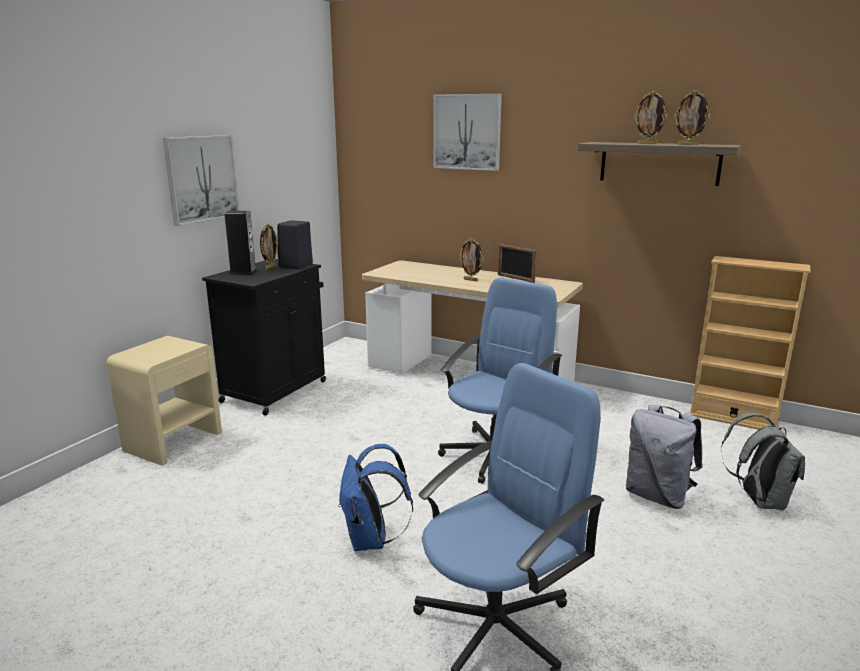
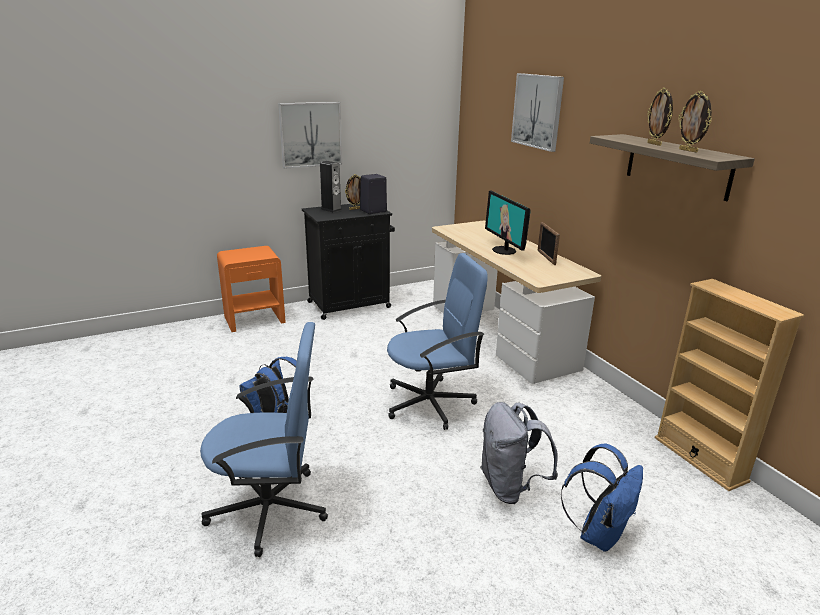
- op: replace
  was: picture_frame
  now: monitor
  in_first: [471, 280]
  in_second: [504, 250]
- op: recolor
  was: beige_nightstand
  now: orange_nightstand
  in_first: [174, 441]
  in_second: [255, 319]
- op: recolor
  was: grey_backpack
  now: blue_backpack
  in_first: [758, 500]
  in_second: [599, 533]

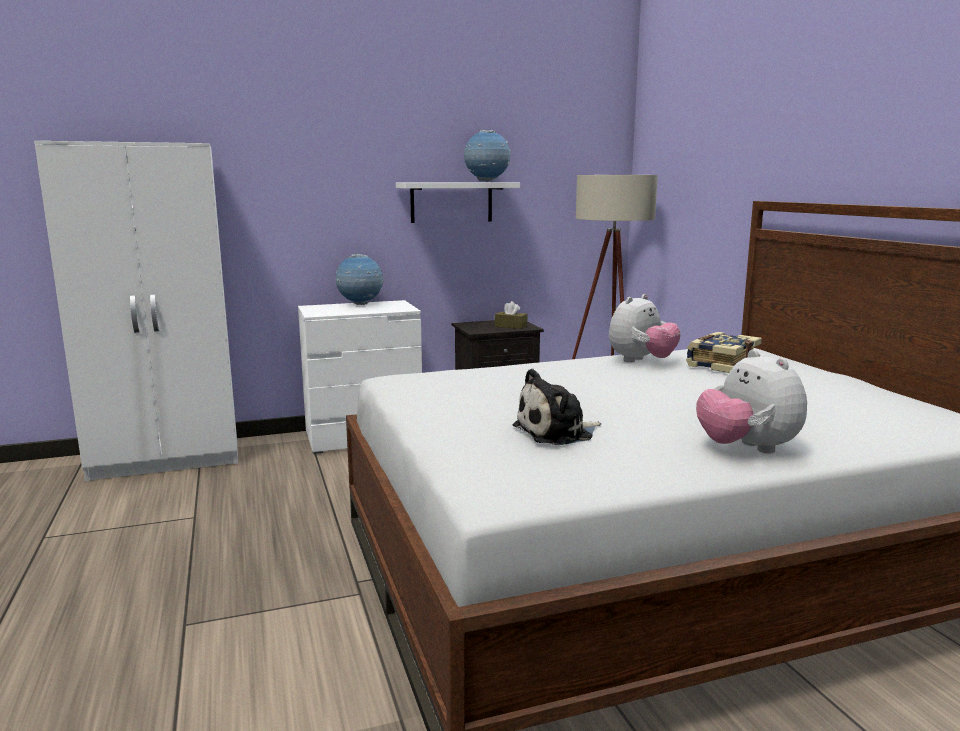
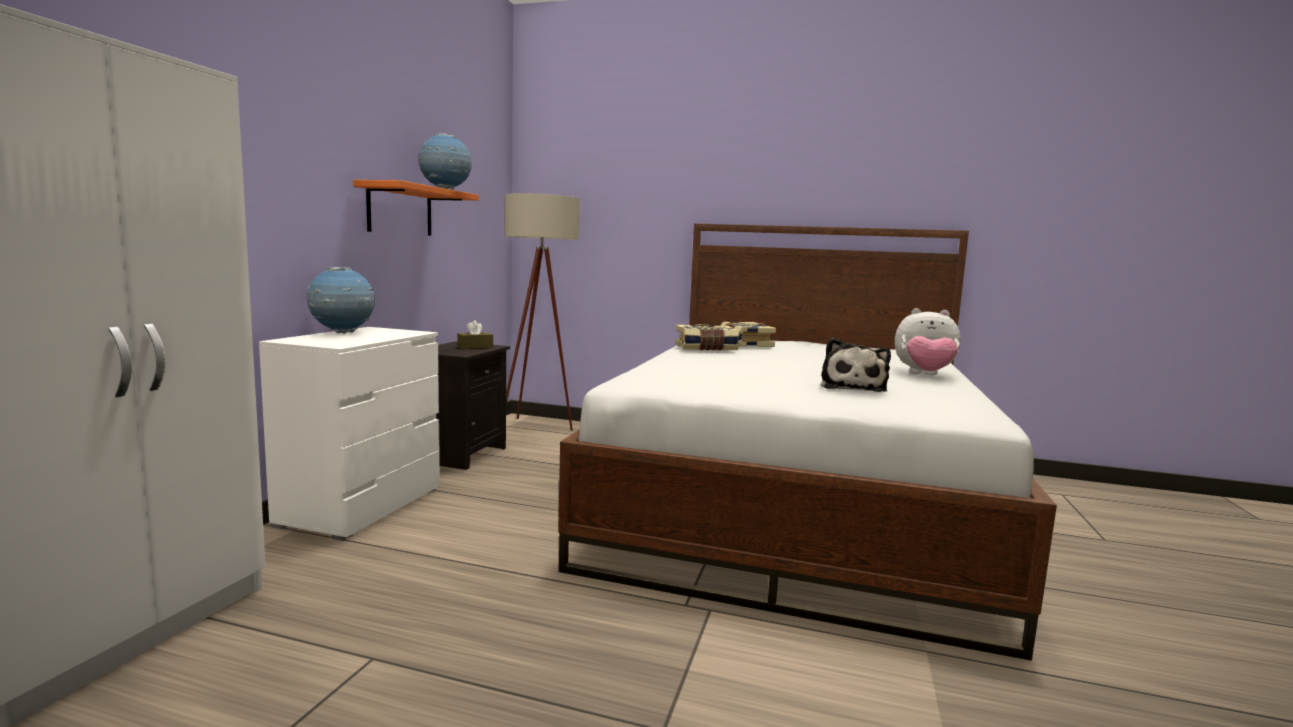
- op: replace
  was: plush_toy
  now: book
  in_first: [641, 361]
  in_second: [706, 348]
- op: recolor
  was: white_shelf
  now: orange_shelf
  in_first: [451, 202]
  in_second: [400, 210]

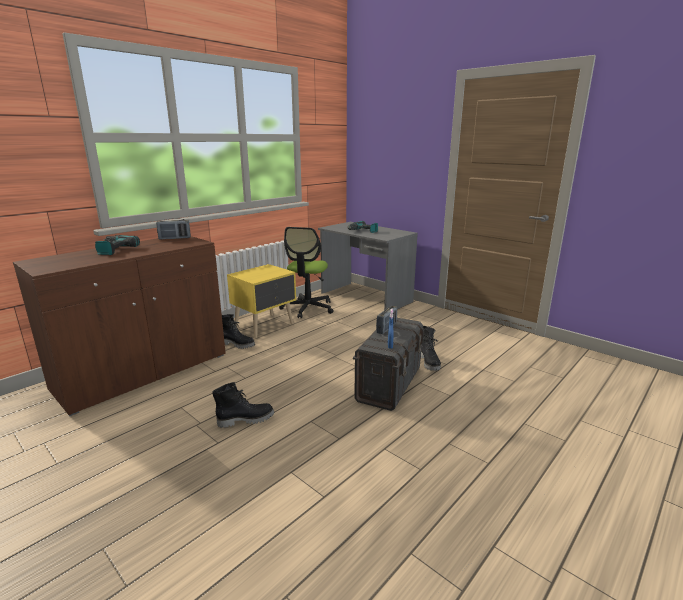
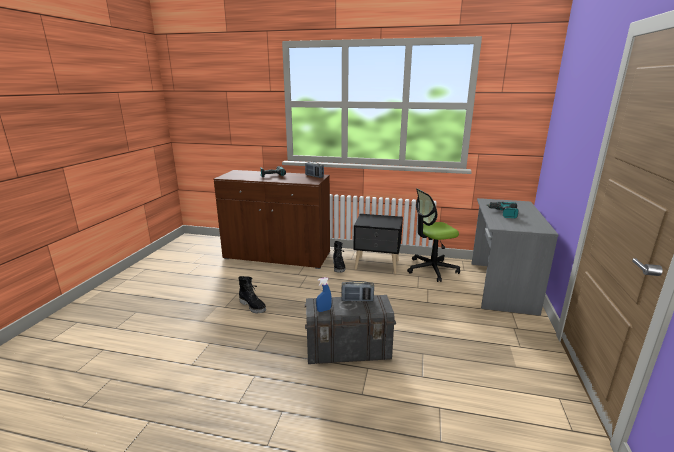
- op: delete
  was: black_boot
  in_first: [429, 362]
- op: recolor
  was: yellow_nightstand
  now: black_nightstand
  in_first: [265, 326]
  in_second: [377, 265]

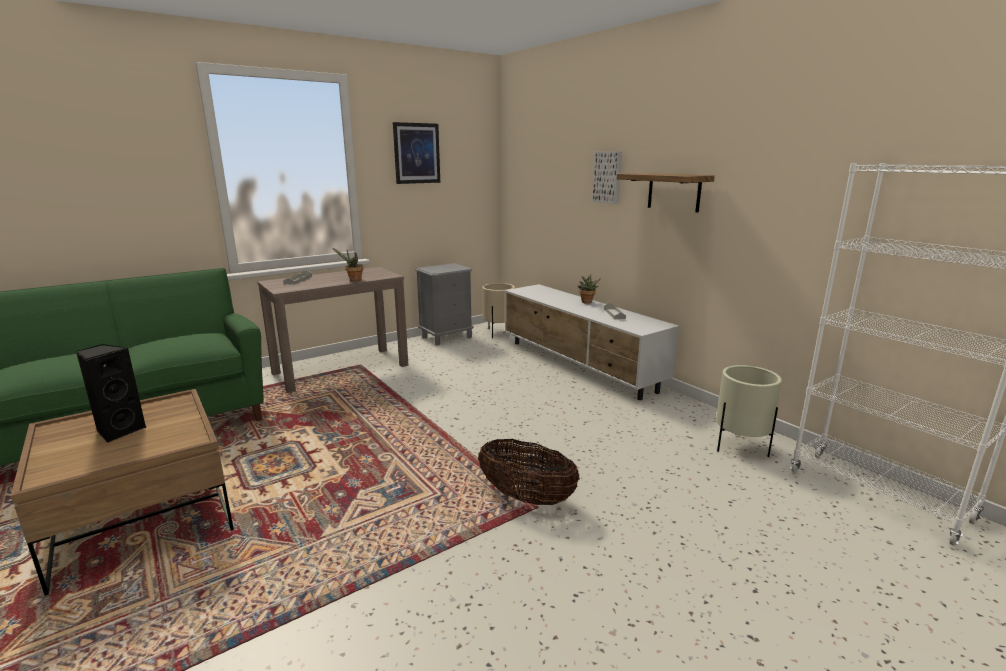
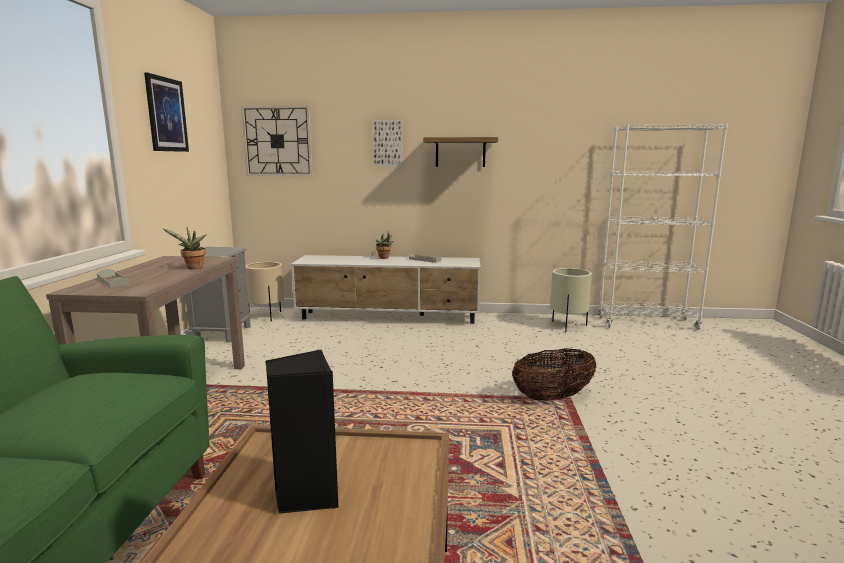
- op: insert
  now: wall_clock
  in_second: [277, 141]

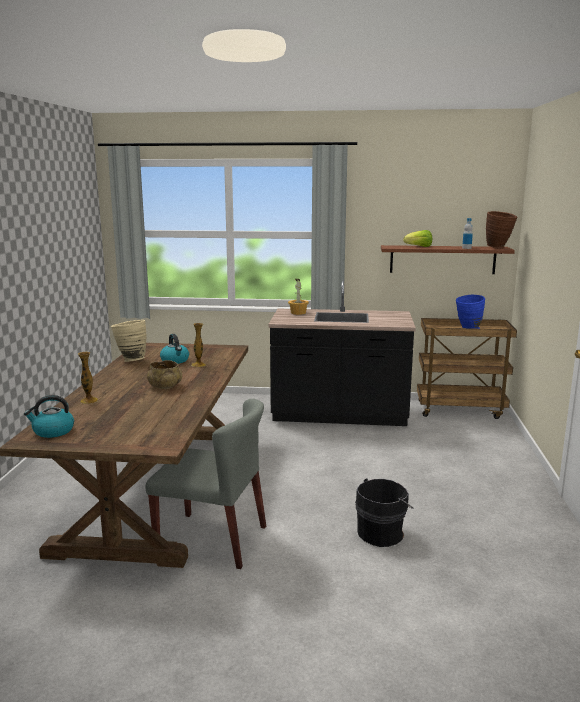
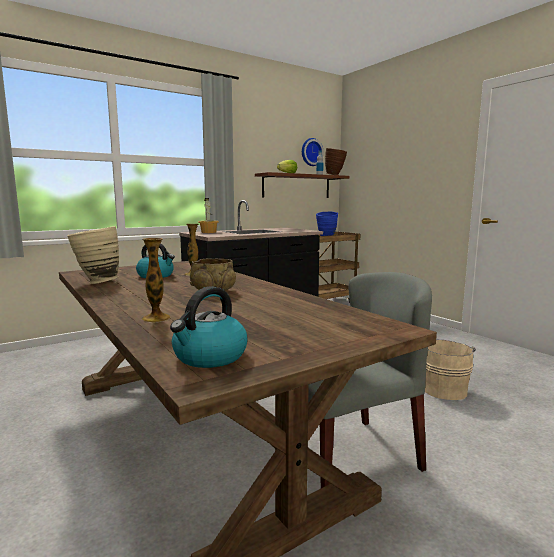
- op: insert
  now: wall_clock
  in_second: [310, 152]
- op: recolor
  was: black_bucket
  now: beige_bucket
  in_first: [382, 533]
  in_second: [444, 389]

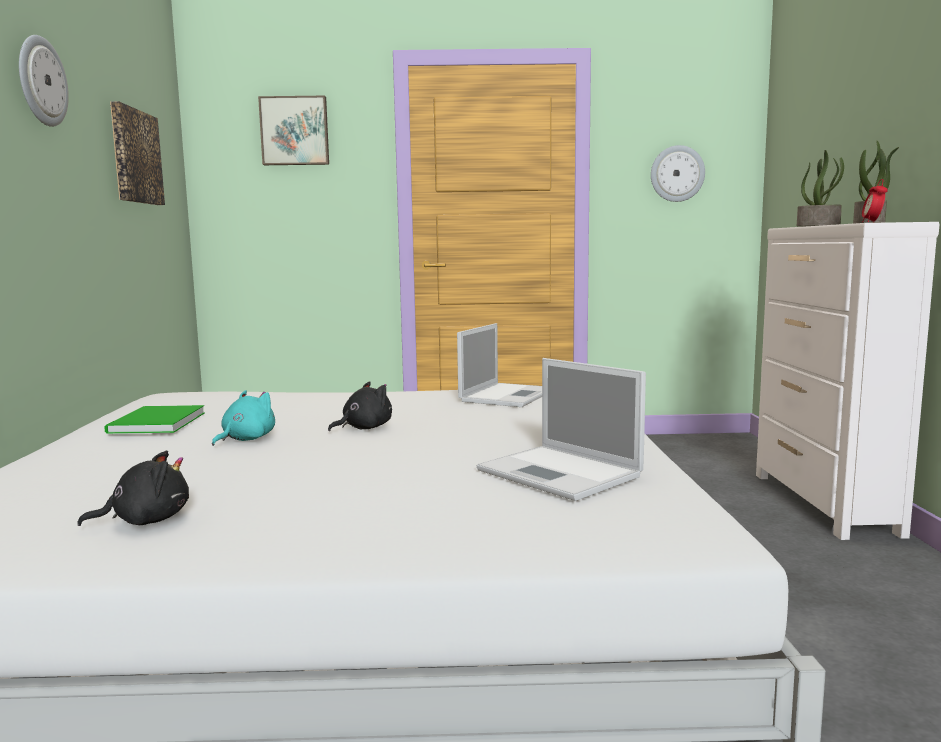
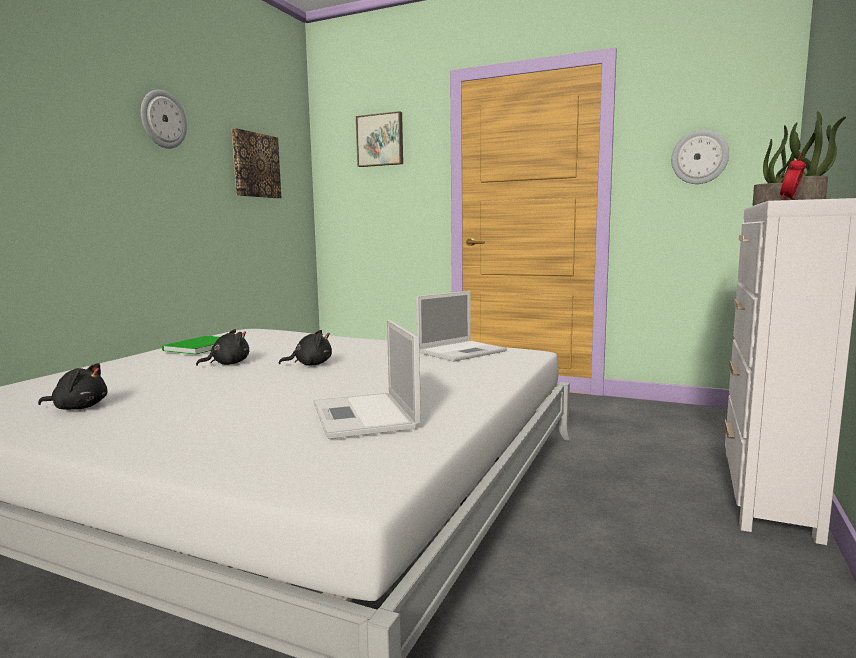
- op: recolor
  was: turquoise_plush_toy
  now: black_plush_toy
  in_first: [246, 439]
  in_second: [228, 364]

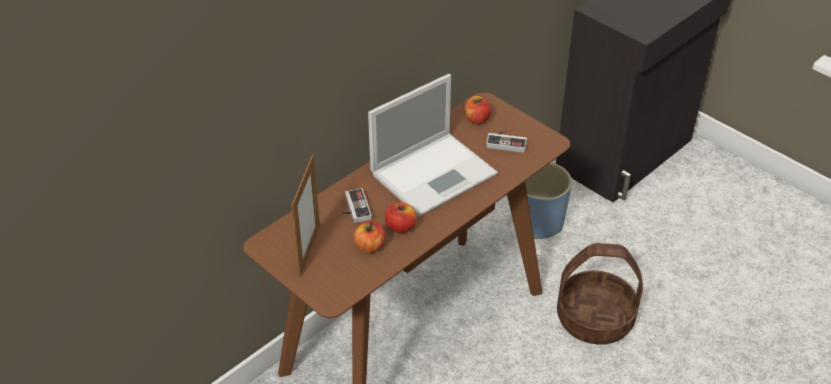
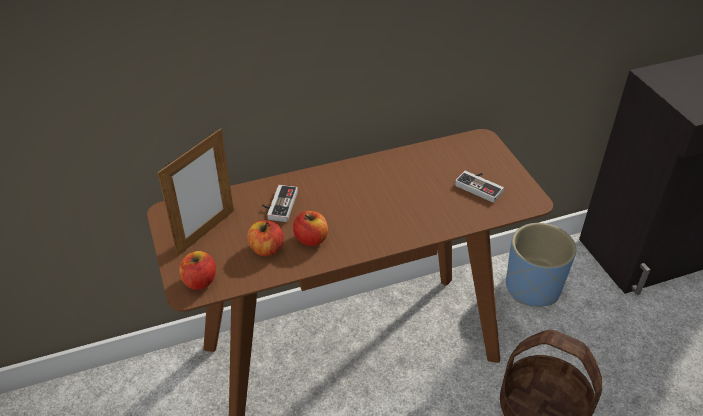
- op: delete
  was: laptop
  in_first: [435, 173]
- op: move
  was: apple
  in_first: [477, 119]
  in_second: [199, 281]

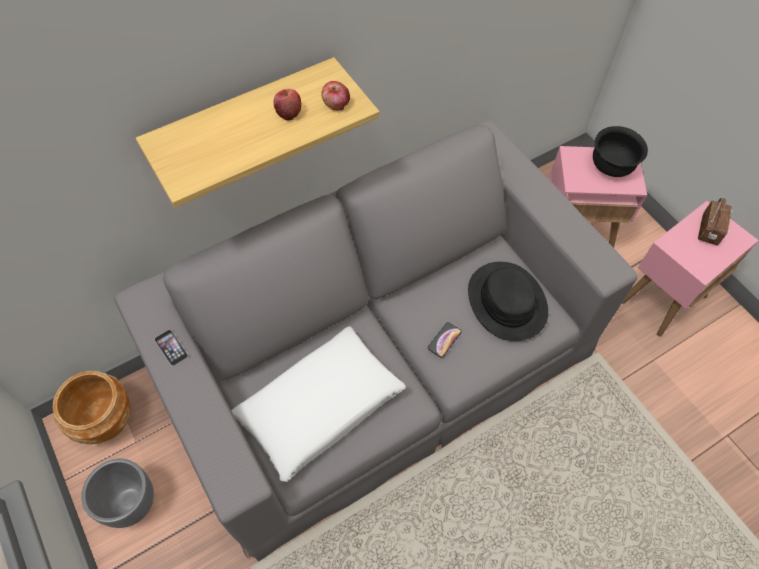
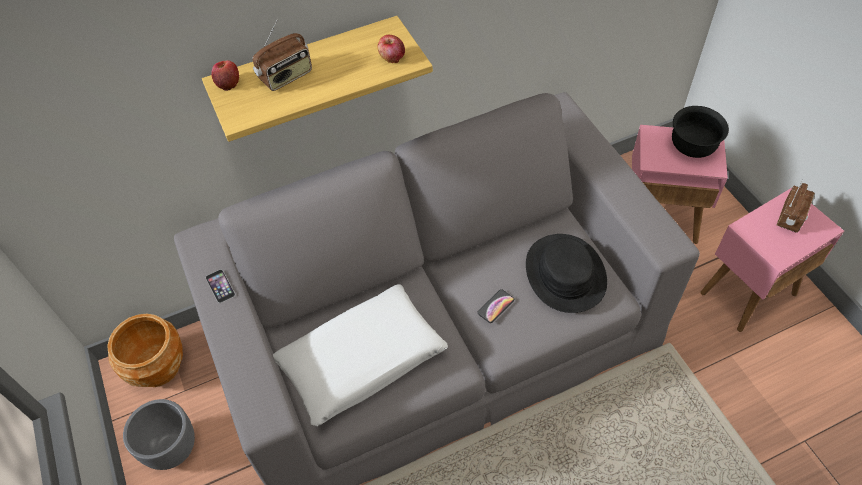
- op: insert
  now: radio
  in_second: [286, 77]
- op: move
  was: apple
  in_first: [288, 112]
  in_second: [228, 83]

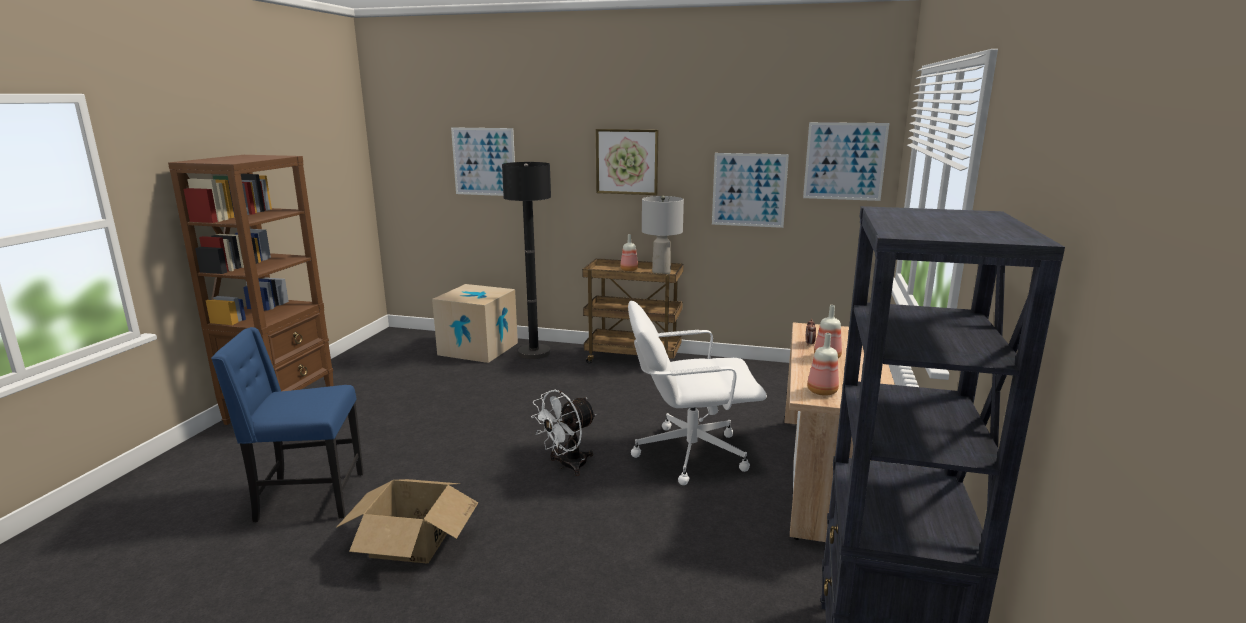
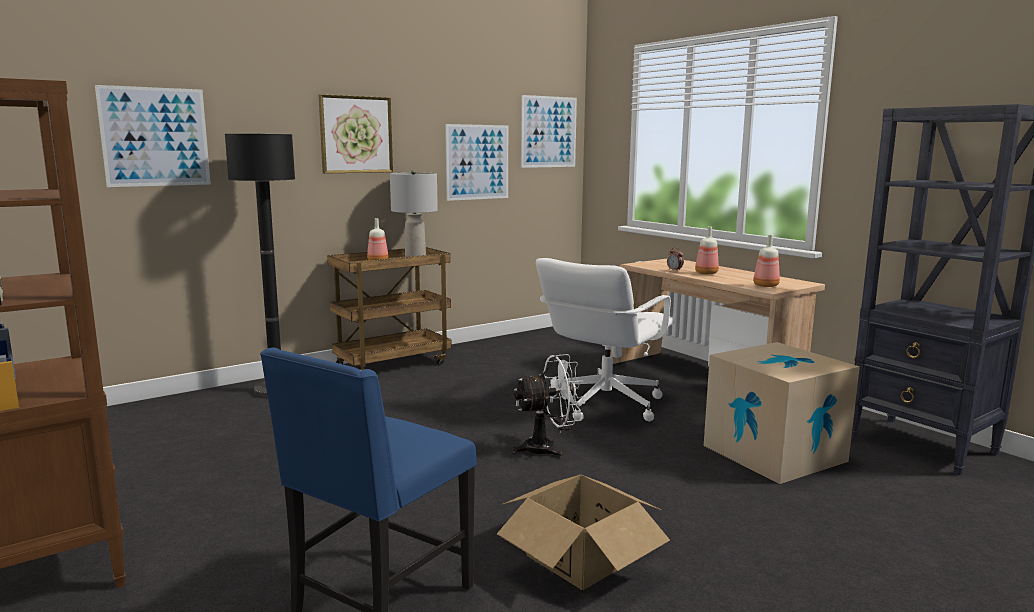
- op: move
  was: cardboard_box
  in_first: [478, 349]
  in_second: [774, 453]
- op: rotate
  was: white_fan
  in_first: [567, 466]
  in_second: [548, 448]
  clockwise: -105

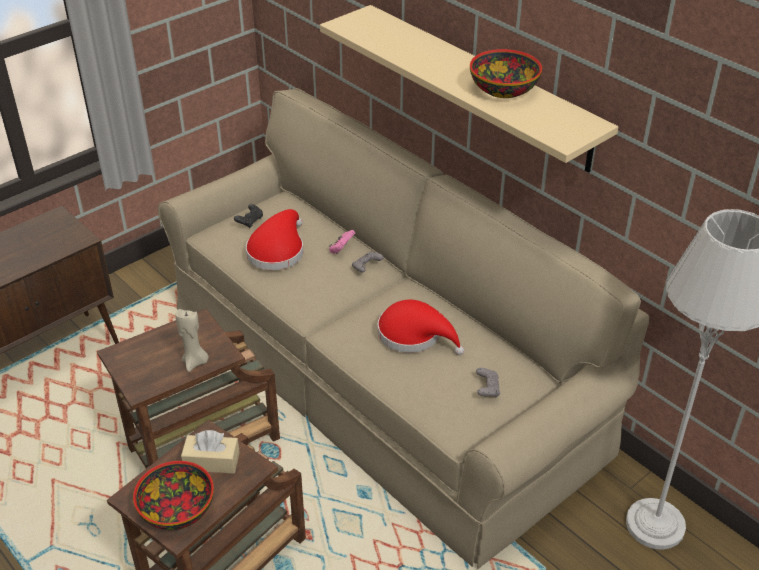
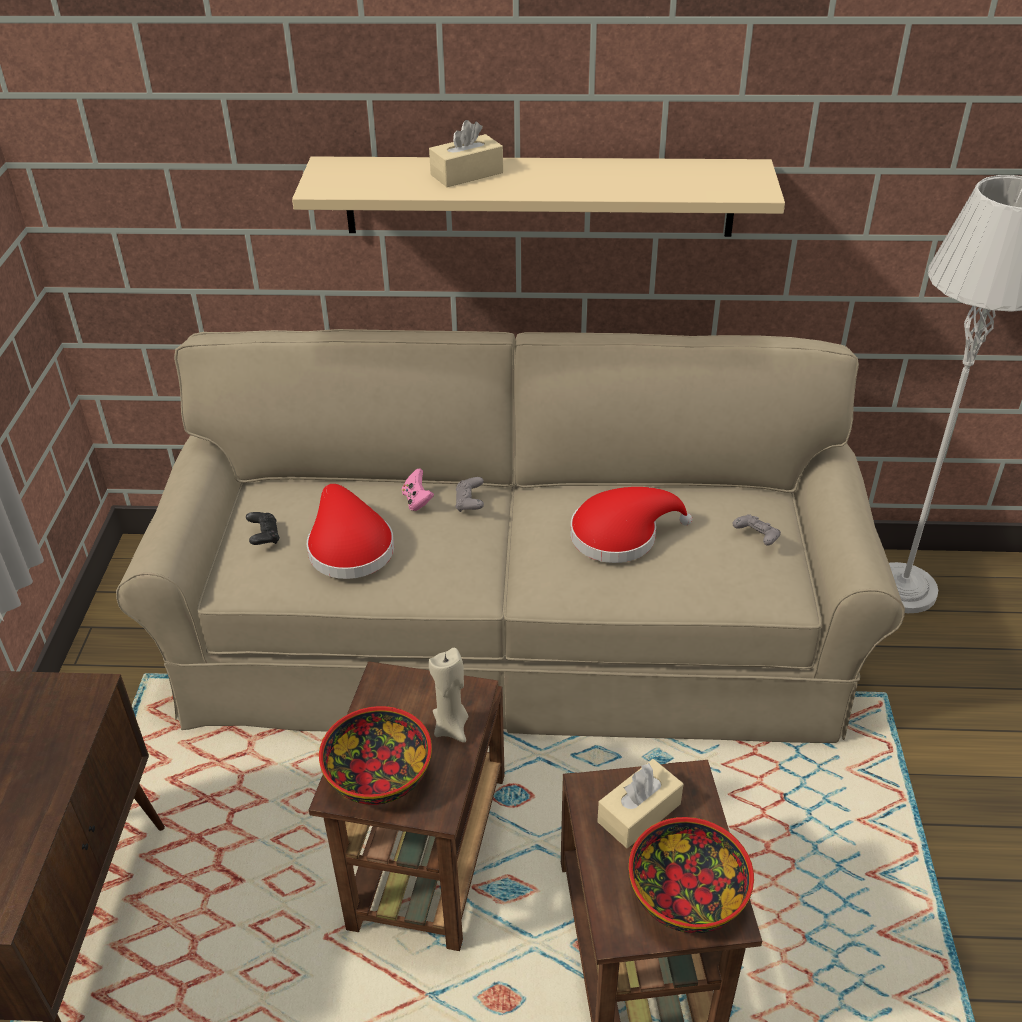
- op: insert
  now: beige_tissue_box
  in_second: [467, 174]
- op: move
  was: bowl
  in_first: [504, 89]
  in_second: [379, 774]

